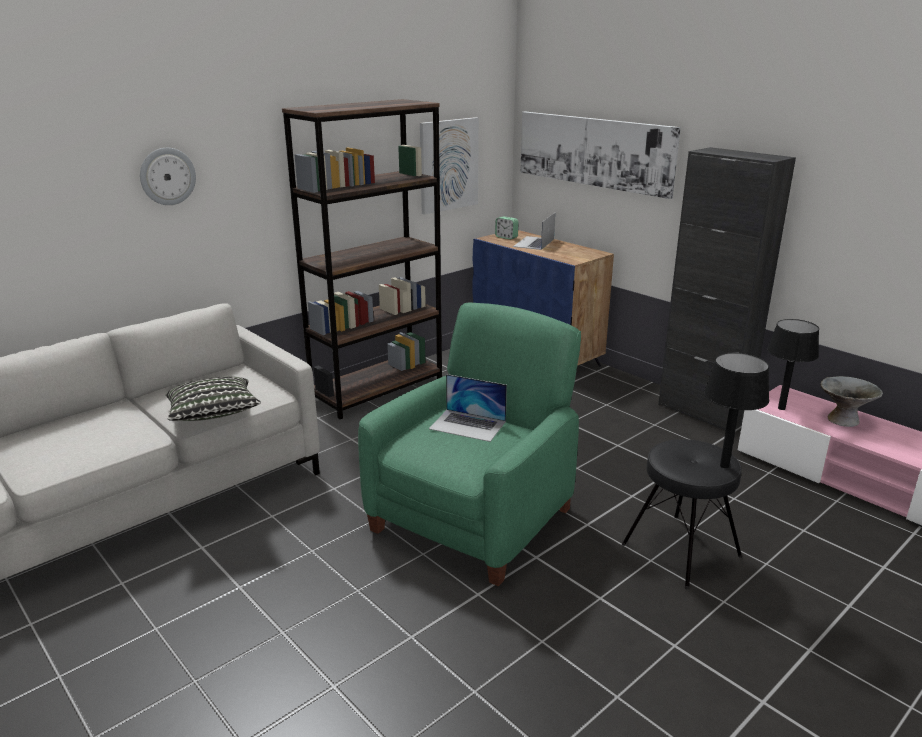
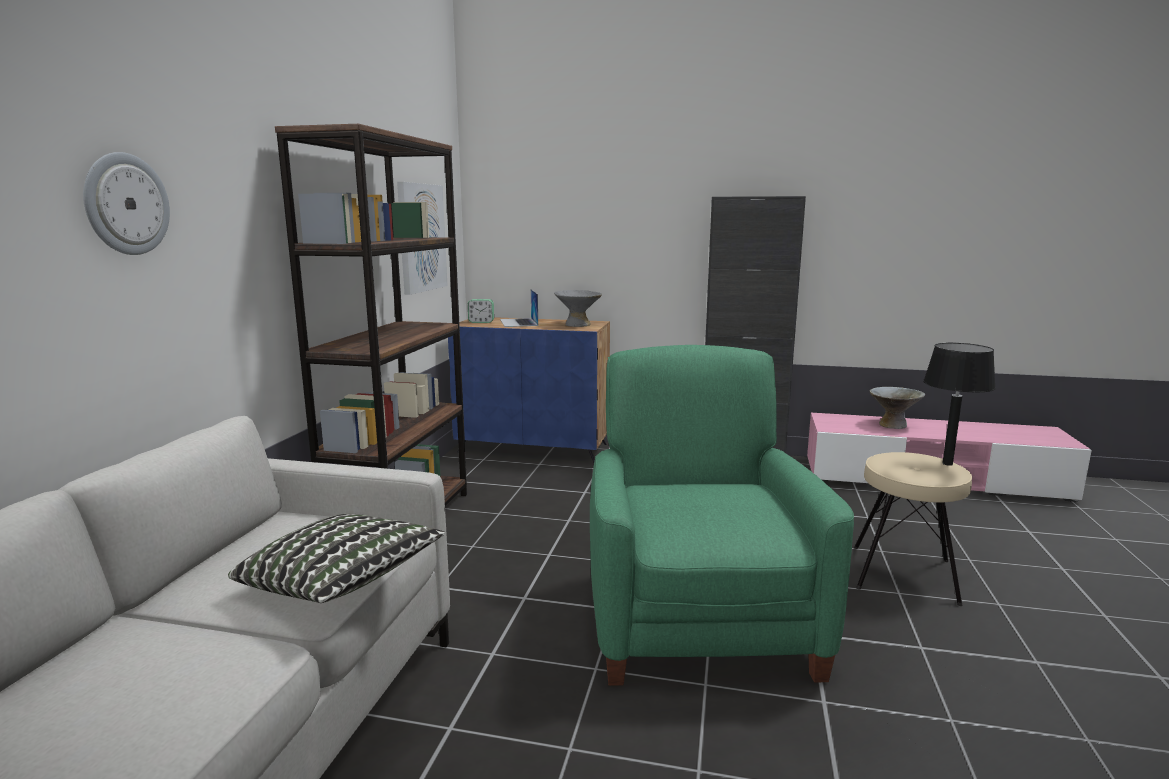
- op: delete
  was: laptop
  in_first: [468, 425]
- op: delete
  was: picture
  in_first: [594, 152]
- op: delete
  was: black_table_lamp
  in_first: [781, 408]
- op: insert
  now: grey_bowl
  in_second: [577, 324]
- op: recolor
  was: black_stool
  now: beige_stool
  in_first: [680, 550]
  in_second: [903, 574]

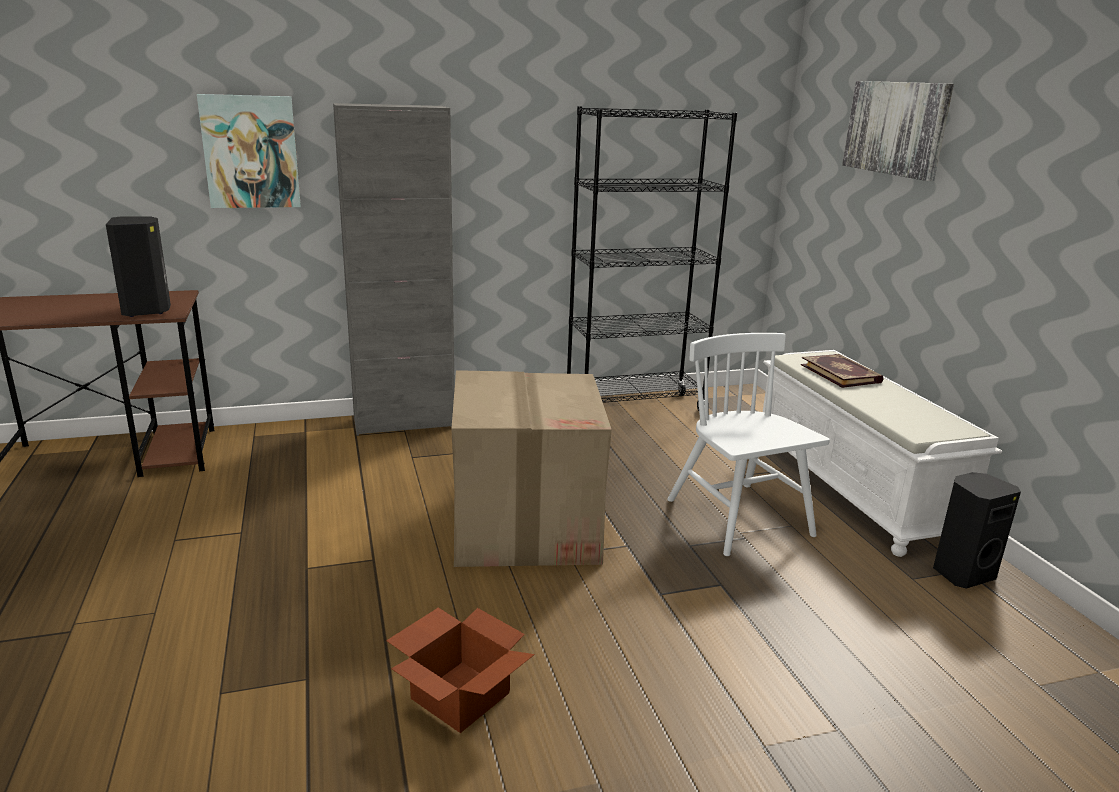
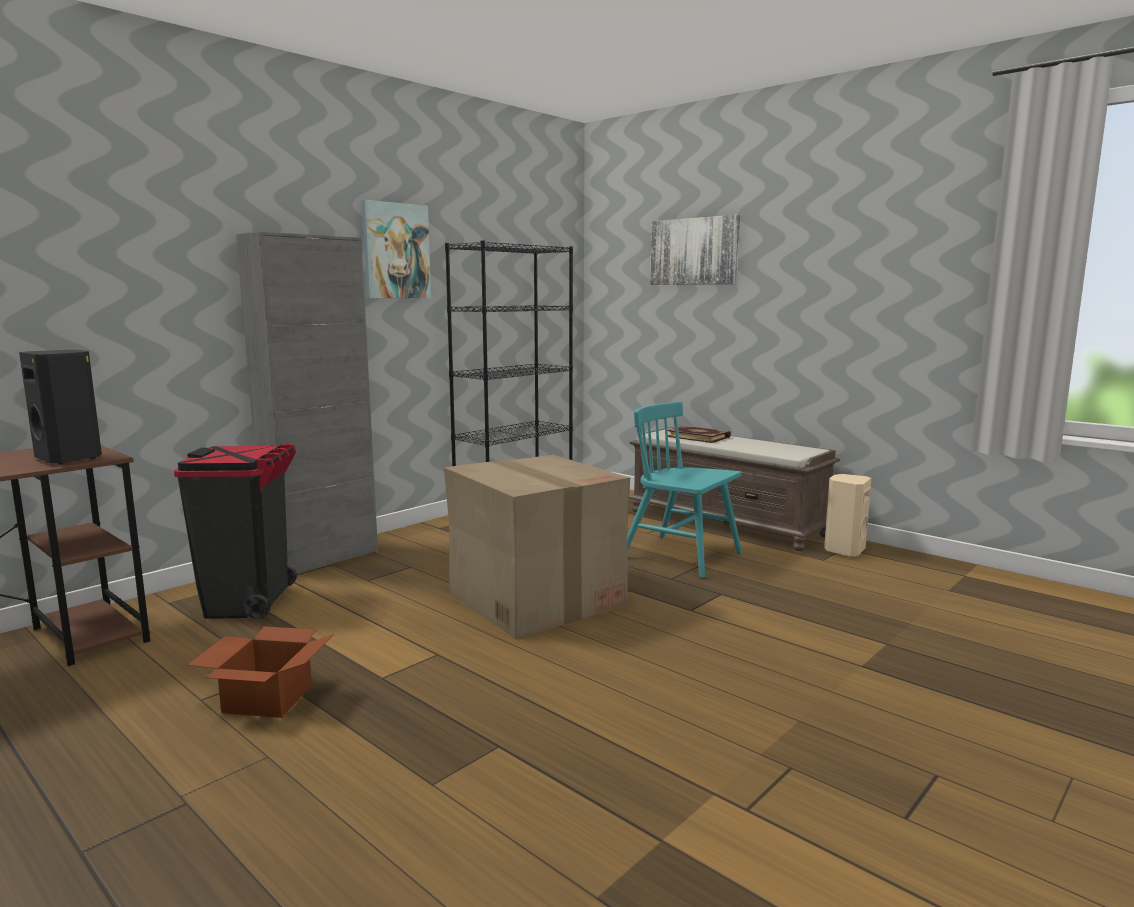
- op: insert
  now: black_trash_can
  in_second: [249, 602]
- op: move
  was: picture
  in_first: [251, 152]
  in_second: [395, 251]
- op: move
  was: cardboard_box
  in_first: [460, 694]
  in_second: [266, 697]
- op: recolor
  was: white_chair
  now: turquoise_chair
  in_first: [739, 518]
  in_second: [681, 556]
- op: recolor
  was: white_bench
  now: brown_bench
  in_first: [853, 487]
  in_second: [727, 523]
- op: recolor
  was: black_speaker
  now: beige_speaker
  in_first: [961, 573]
  in_second: [844, 550]

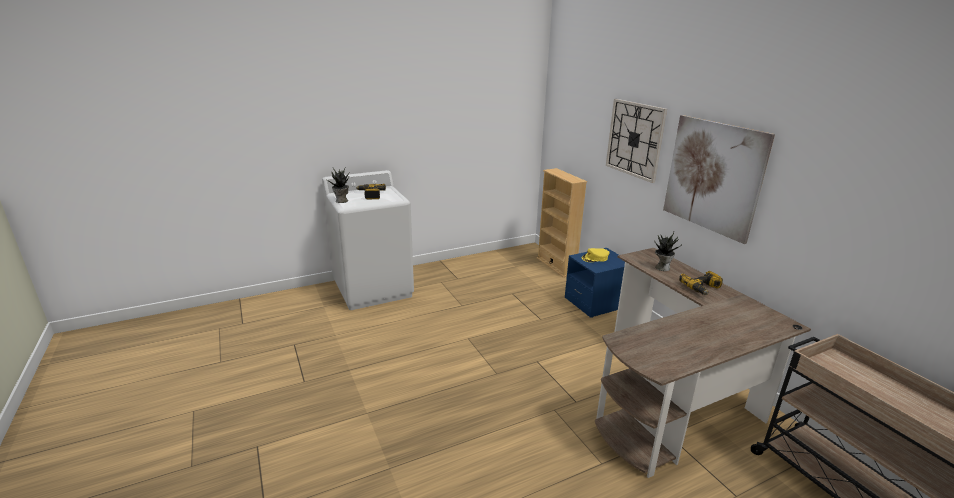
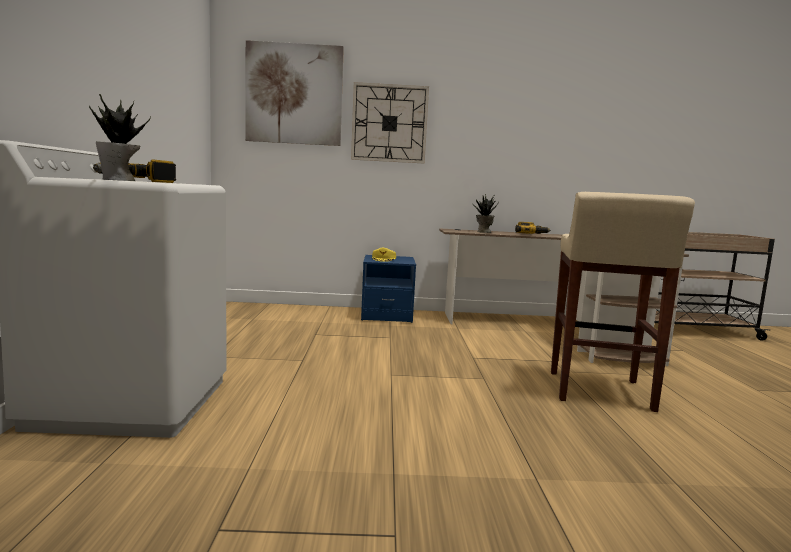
- op: delete
  was: beige_bookcase
  in_first: [556, 266]
- op: insert
  now: beige_stool
  in_second: [599, 391]
- op: move
  was: picture
  in_first: [713, 176]
  in_second: [294, 94]

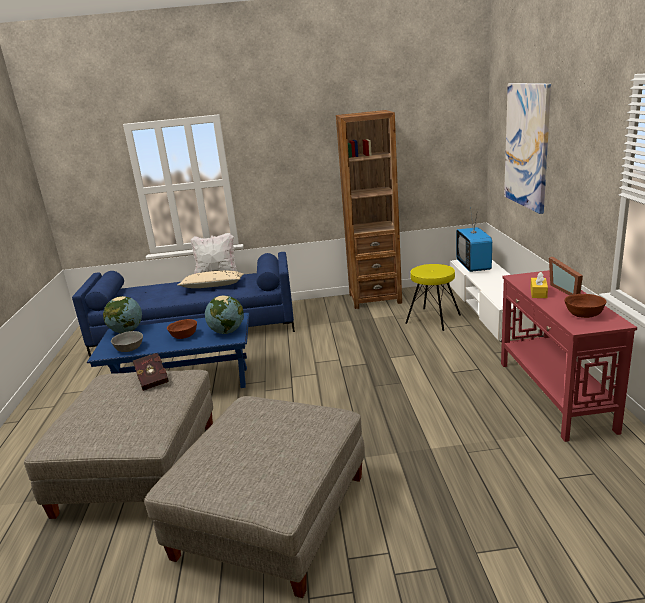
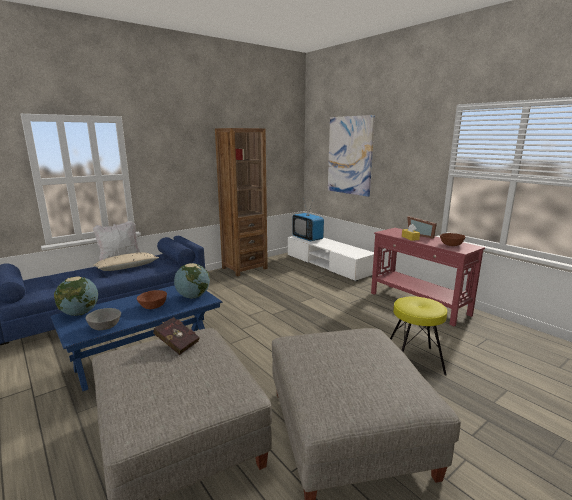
- op: move
  was: yellow_stool
  in_first: [433, 319]
  in_second: [414, 360]

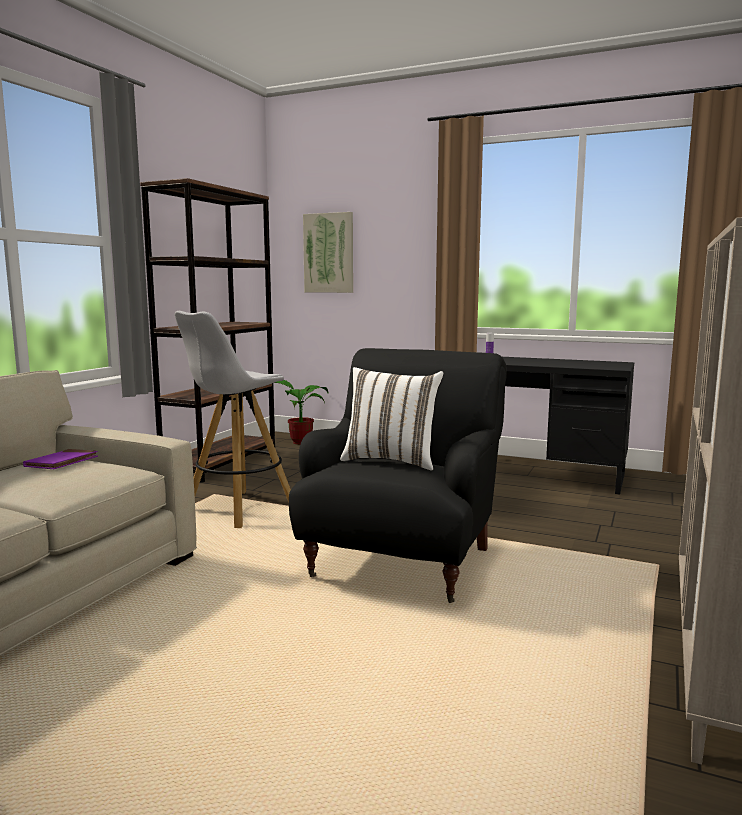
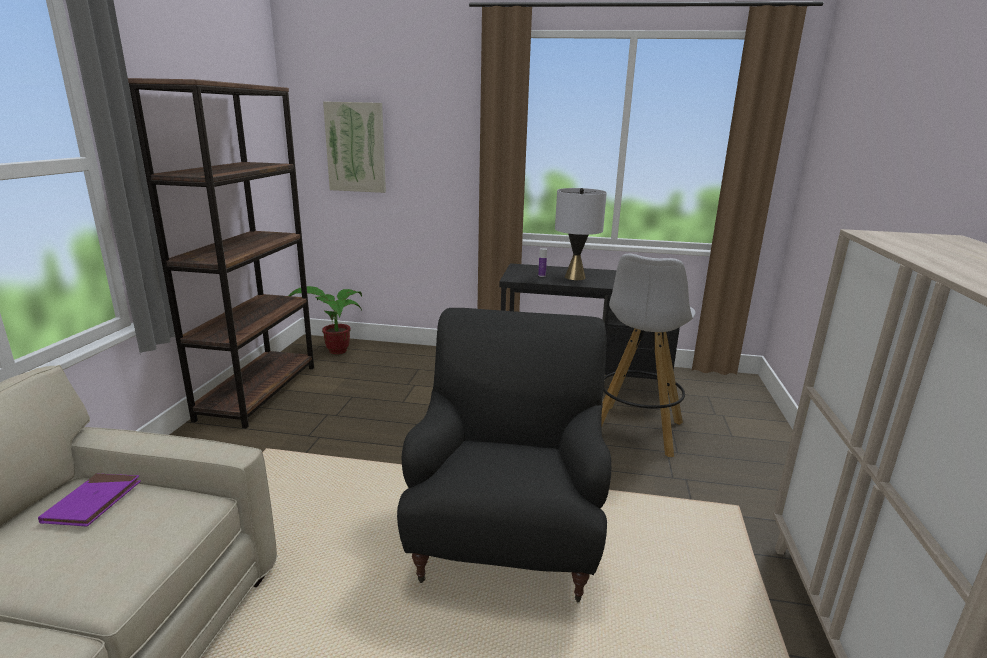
- op: delete
  was: white_pillow
  in_first: [391, 461]
- op: insert
  now: grey_table_lamp
  in_second: [574, 277]
- op: move
  was: white_stool
  in_first: [238, 510]
  in_second: [636, 431]

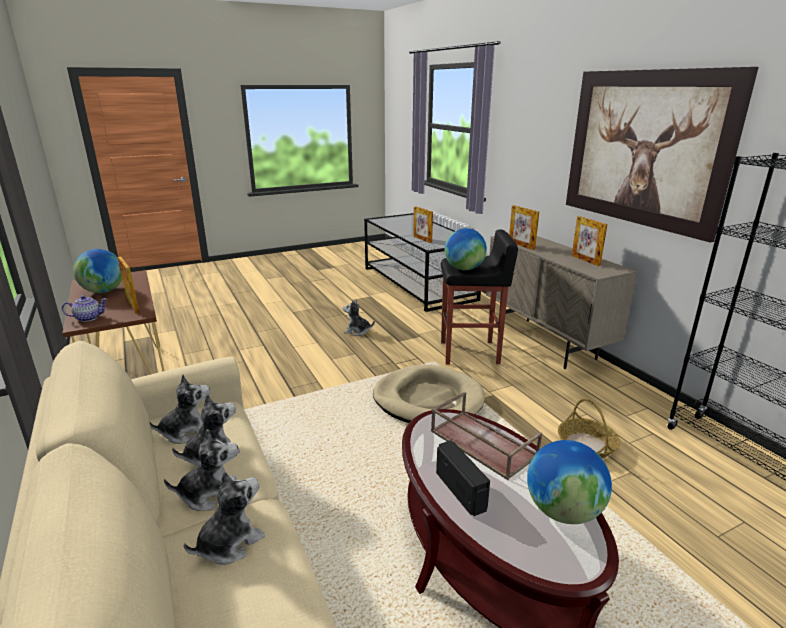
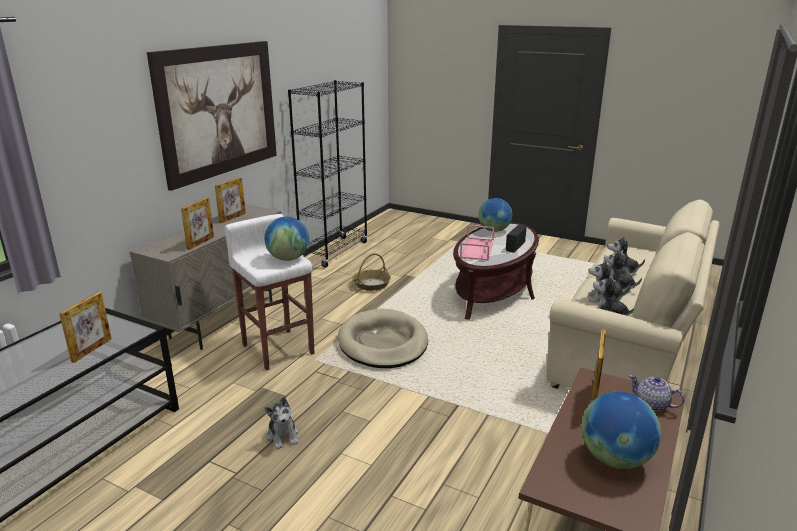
- op: recolor
  was: brown_tray
  now: pink_tray
  in_first: [481, 443]
  in_second: [477, 249]
- op: recolor
  was: black_stool
  now: white_stool
  in_first: [470, 353]
  in_second: [278, 348]

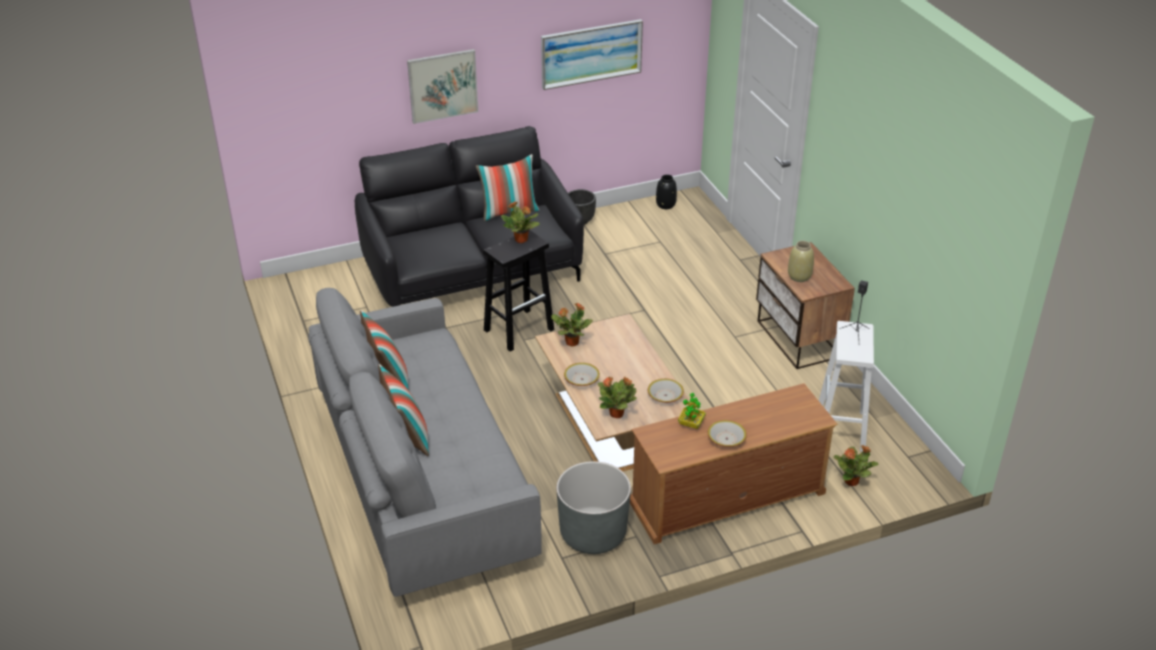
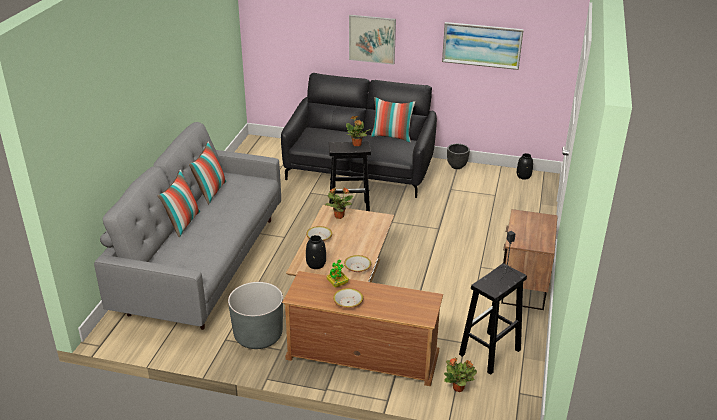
- op: delete
  was: beige_vase
  in_first: [799, 276]
- op: replace
  was: potted_plant
  now: black_vase
  in_first: [617, 414]
  in_second: [316, 264]
- op: recolor
  was: white_stool
  now: black_stool
  in_first: [841, 429]
  in_second: [489, 353]

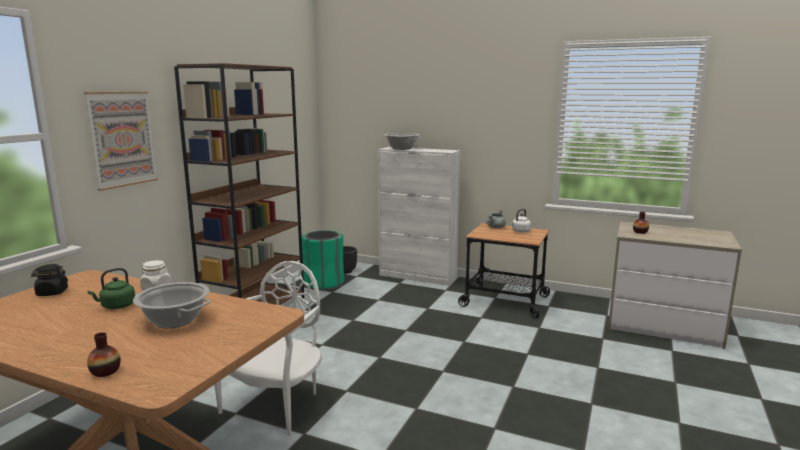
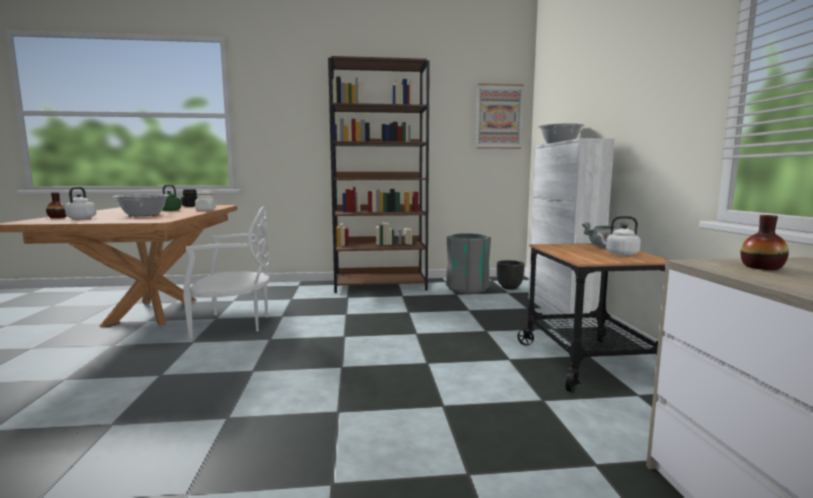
- op: insert
  now: white_kettle
  in_second: [80, 218]
- op: move
  was: picture
  in_first: [122, 139]
  in_second: [499, 116]
- op: recolor
  was: green_trash_can
  now: grey_trash_can
  in_first: [324, 283]
  in_second: [467, 288]

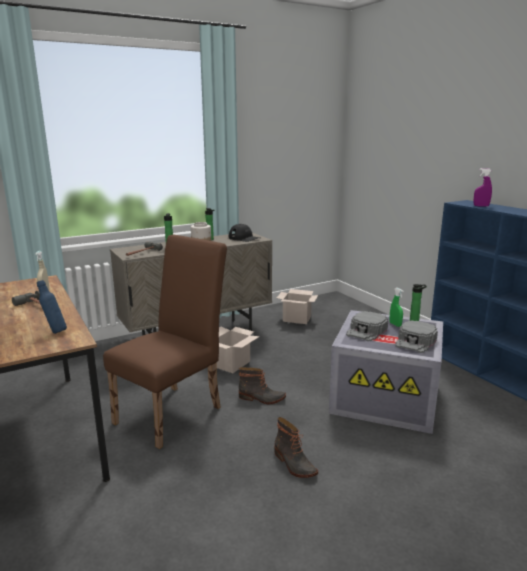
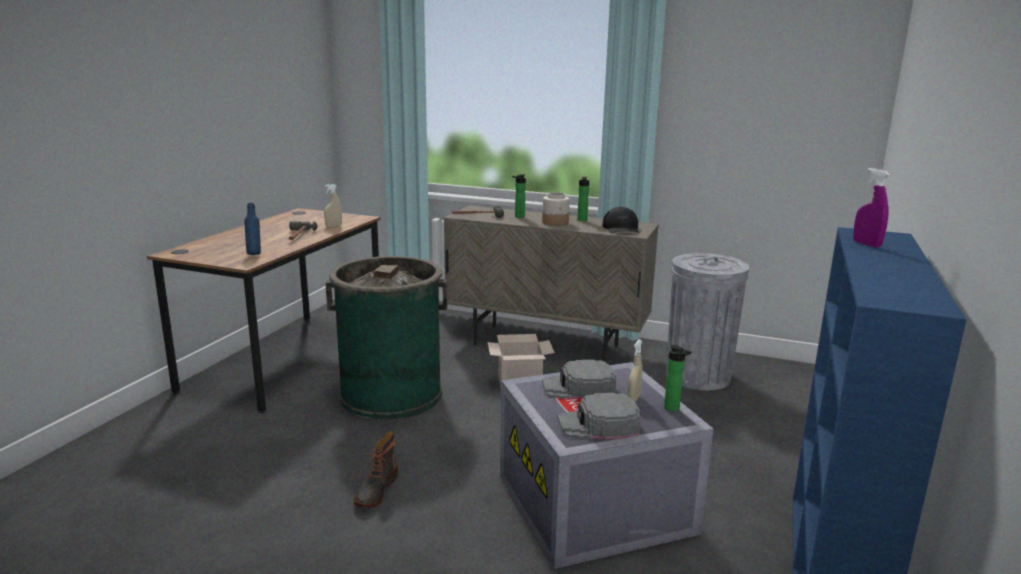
- op: delete
  was: boot
  in_first: [261, 398]
- op: replace
  was: brown_chair
  now: green_trash_can
  in_first: [174, 411]
  in_second: [391, 395]
- op: replace
  was: cardboard_box
  now: grey_trash_can
  in_first: [297, 319]
  in_second: [698, 376]
- op: recolor
  was: green_spray_bottle
  now: beige_spray_bottle
  in_first: [395, 324]
  in_second: [633, 399]

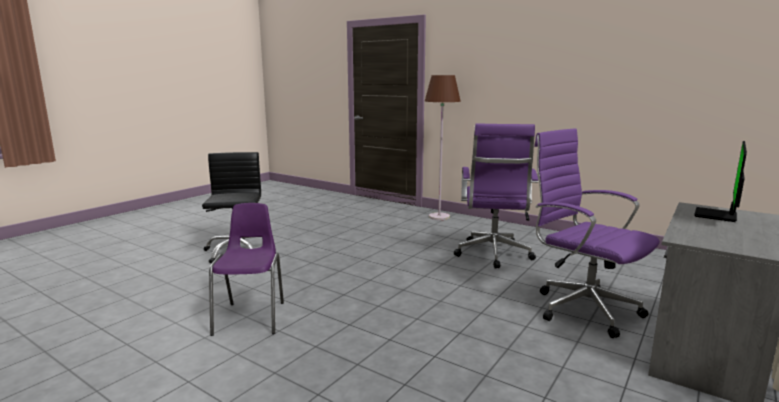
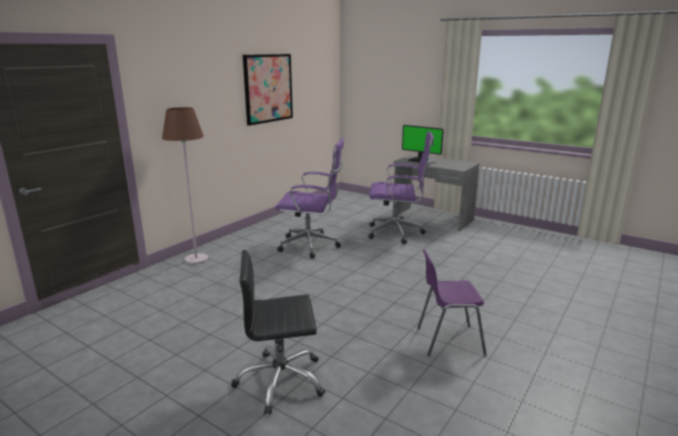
- op: insert
  now: picture
  in_second: [268, 88]
- op: rotate
  was: purple_office_chair
  in_first: [582, 308]
  in_second: [397, 233]
  clockwise: -135

